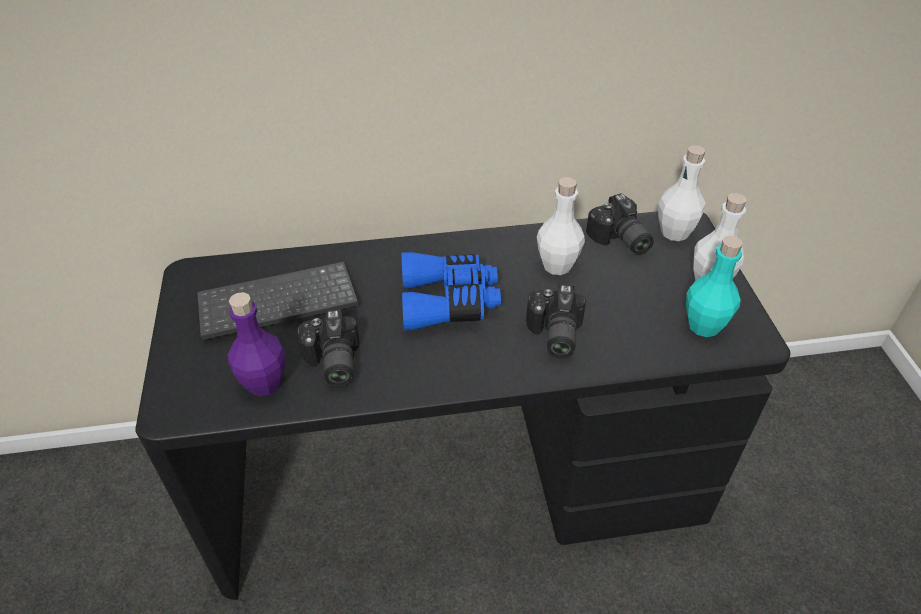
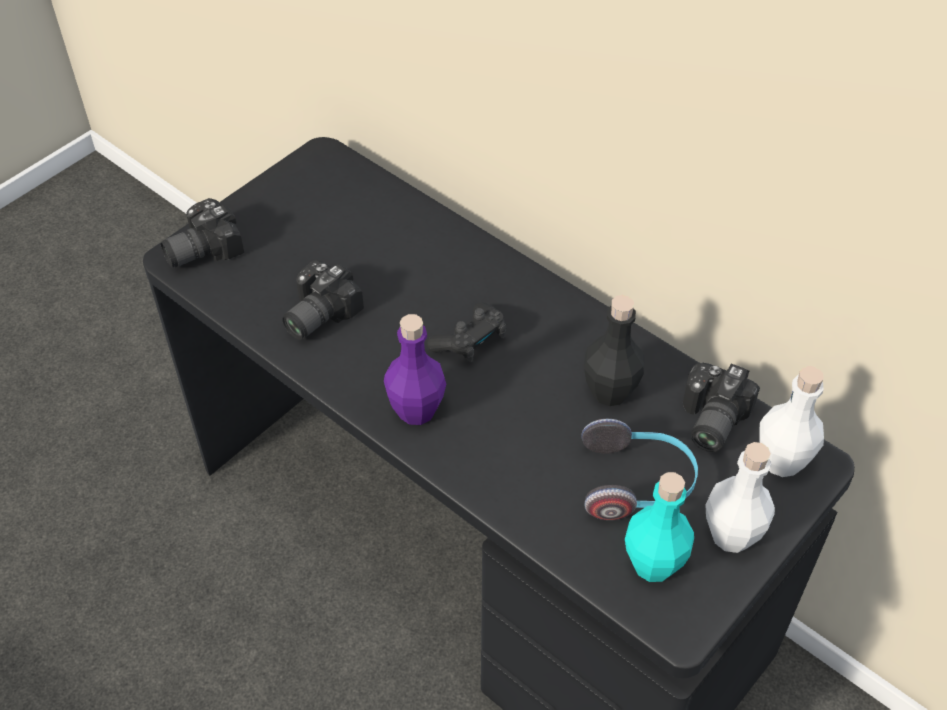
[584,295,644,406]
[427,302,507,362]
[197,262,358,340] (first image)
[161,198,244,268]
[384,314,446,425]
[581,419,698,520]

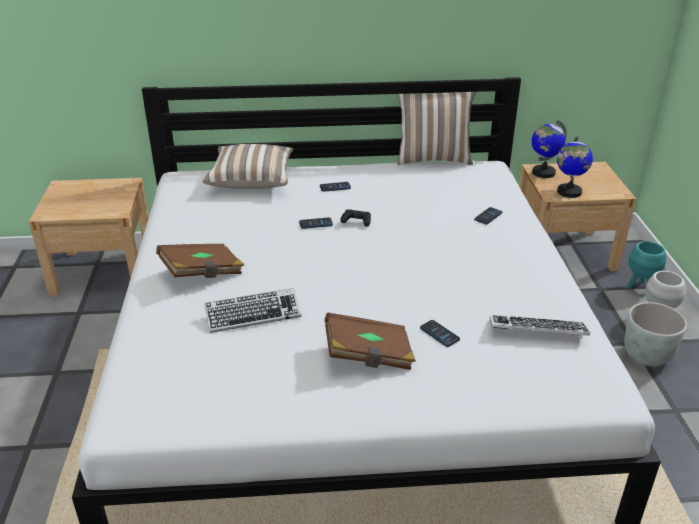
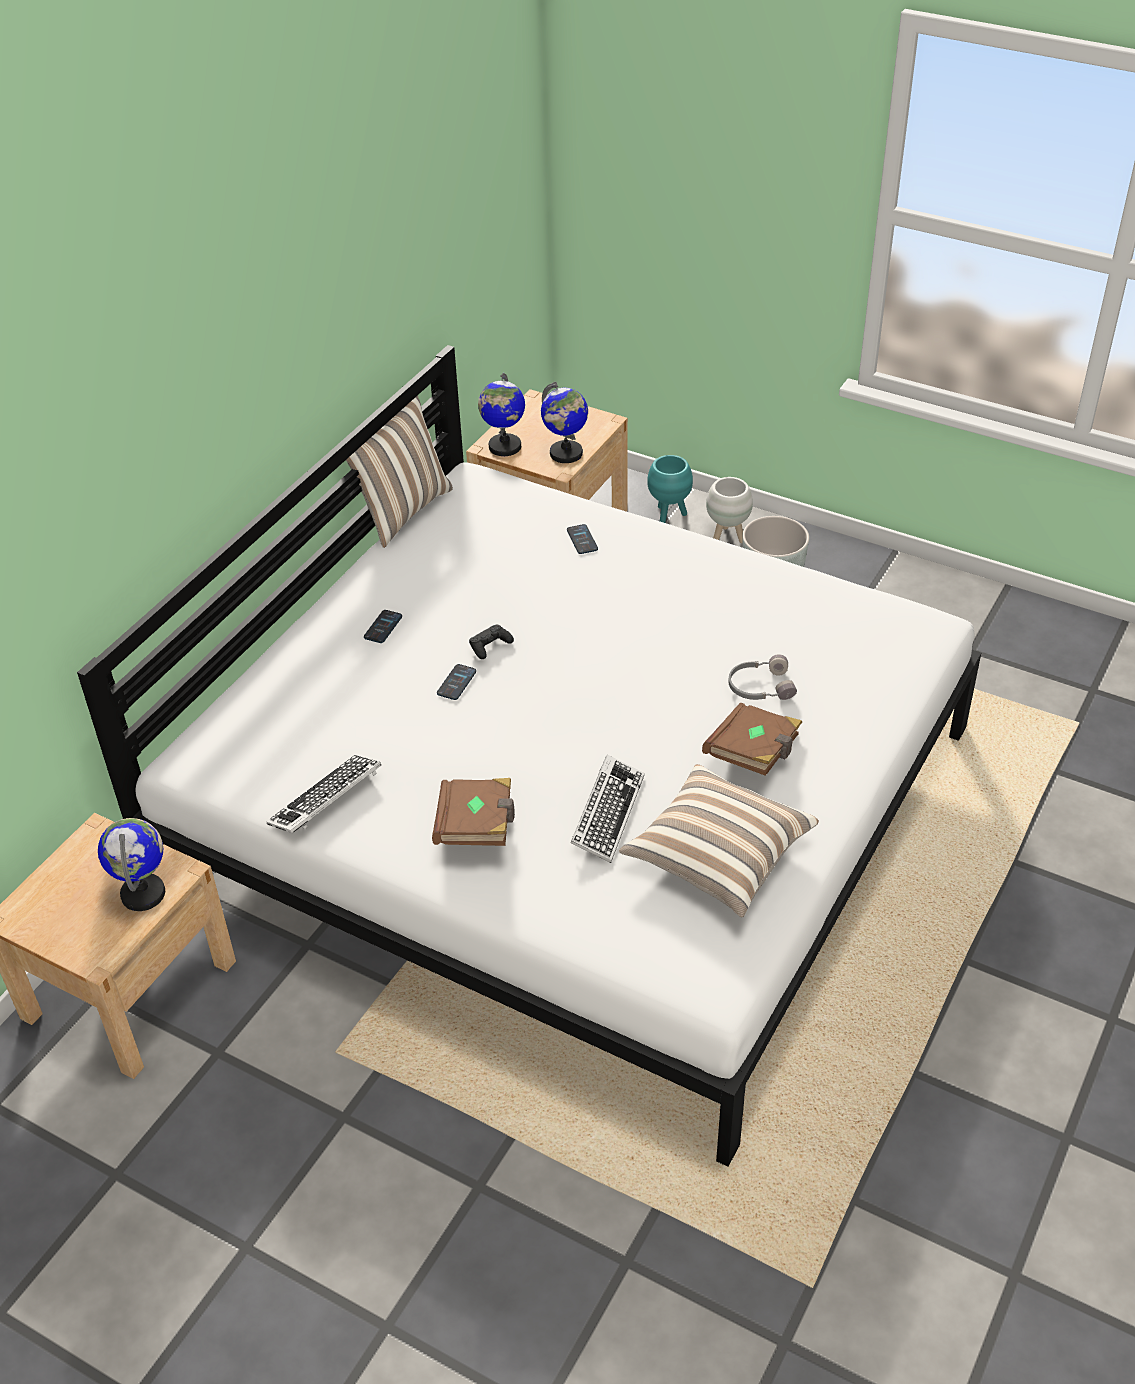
[619,764,819,917]
[266,755,381,833]
[728,654,797,700]
[98,818,165,911]

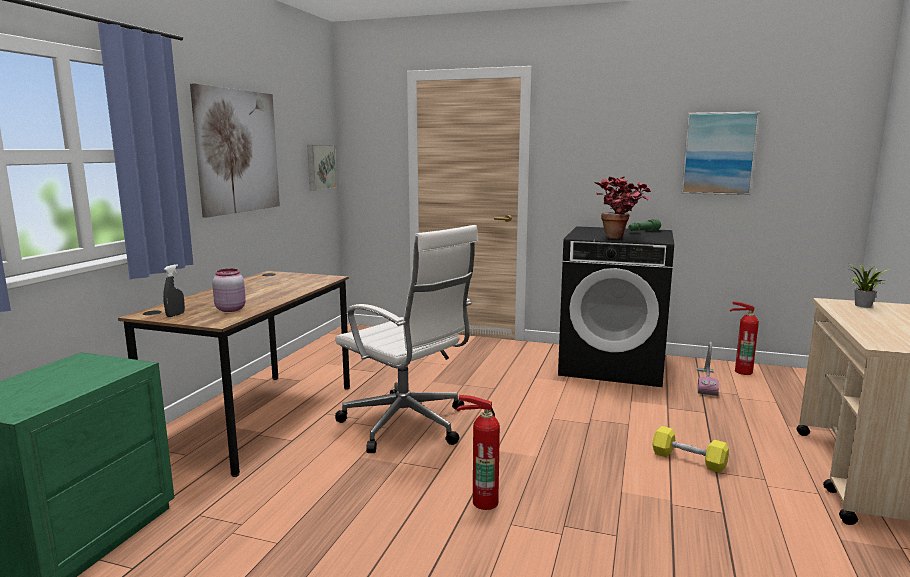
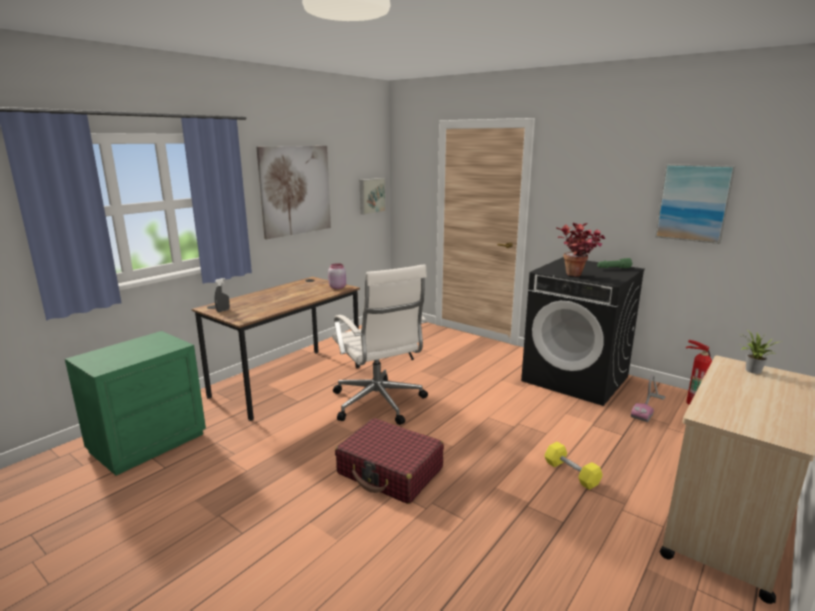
[328,263,346,289]
[335,418,444,504]

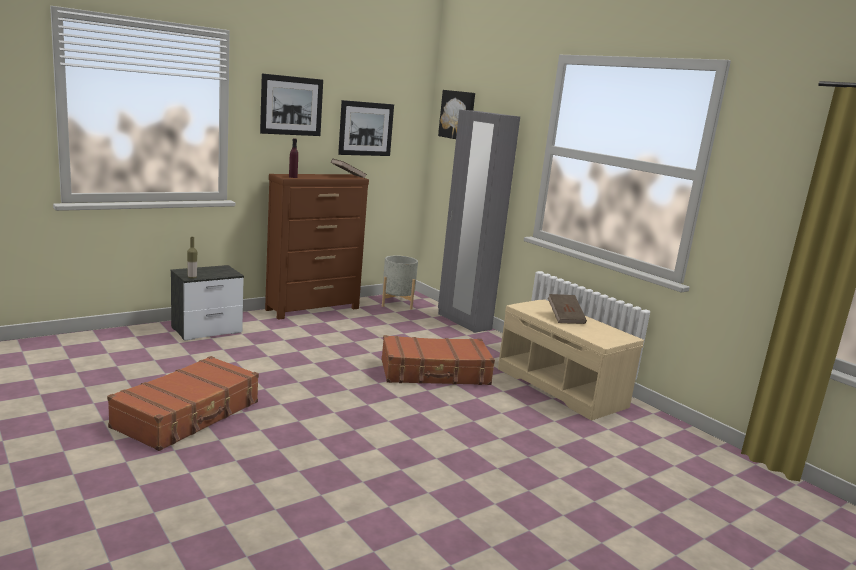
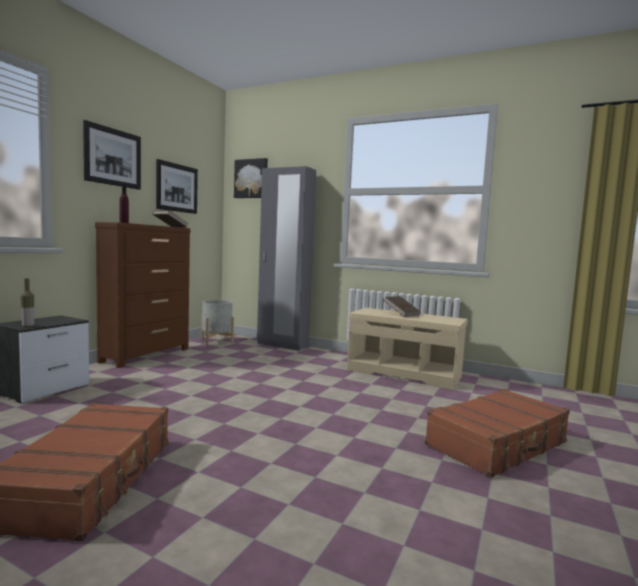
[425,389,570,478]

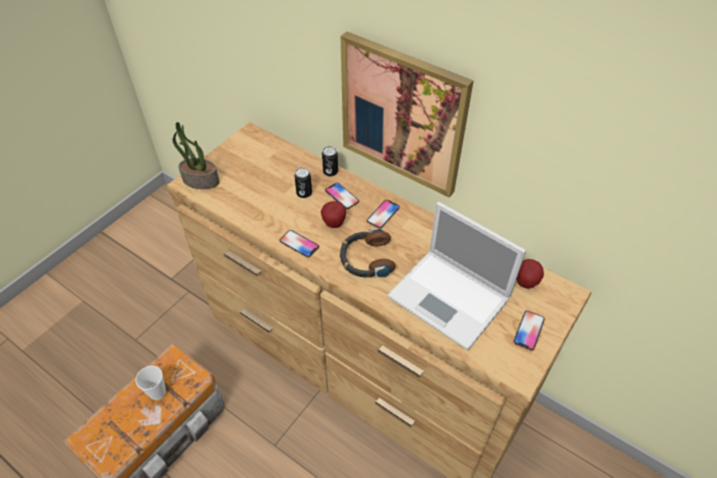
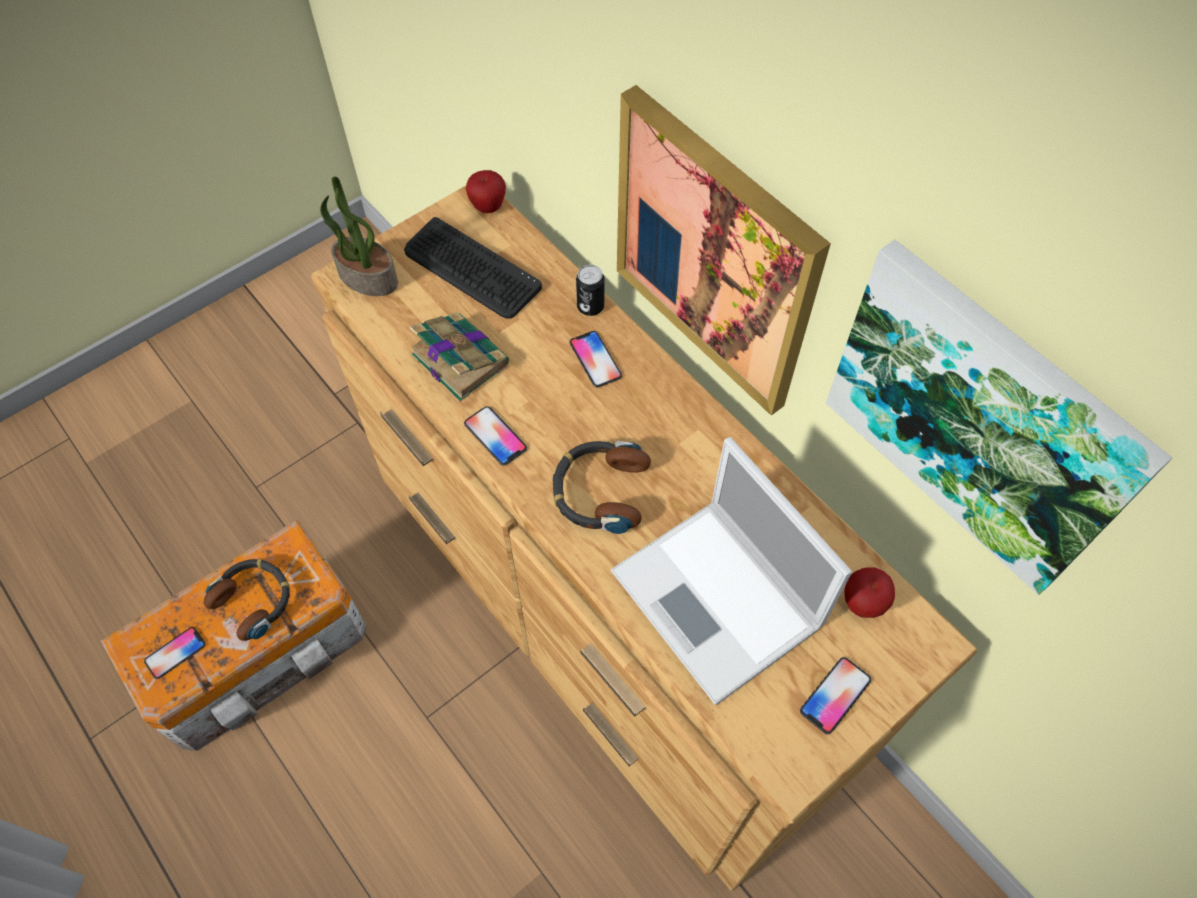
[294,168,312,198] (first image)
[144,627,206,679]
[466,170,506,213]
[204,559,290,641]
[404,217,542,319]
[826,240,1172,595]
[410,312,509,402]

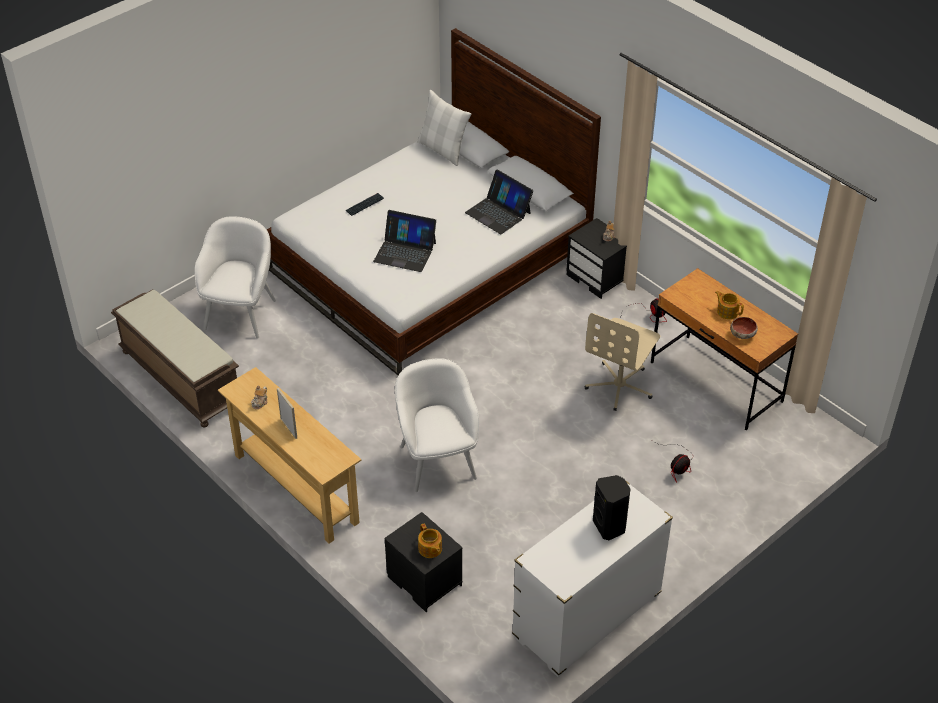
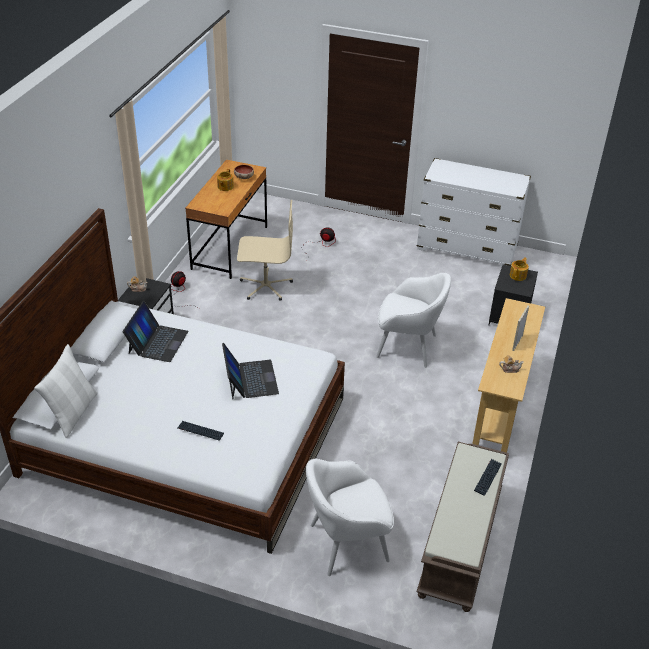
[376,273,451,368]
[593,475,630,540] (first image)
[474,459,502,496]

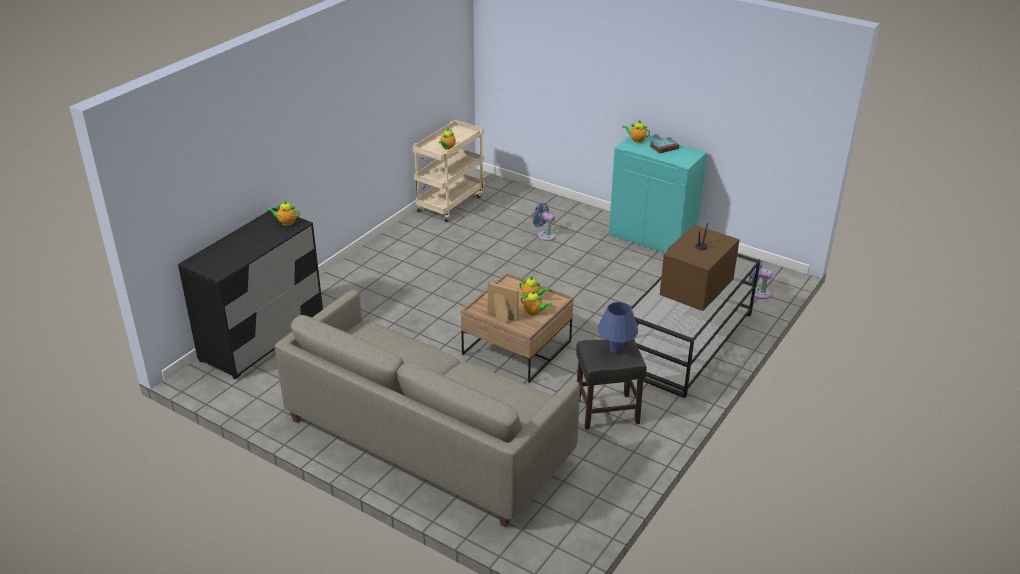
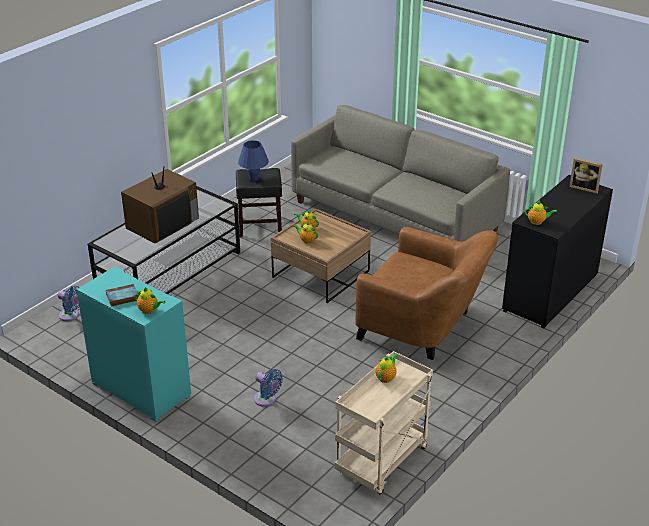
[569,158,603,194]
[356,227,498,360]

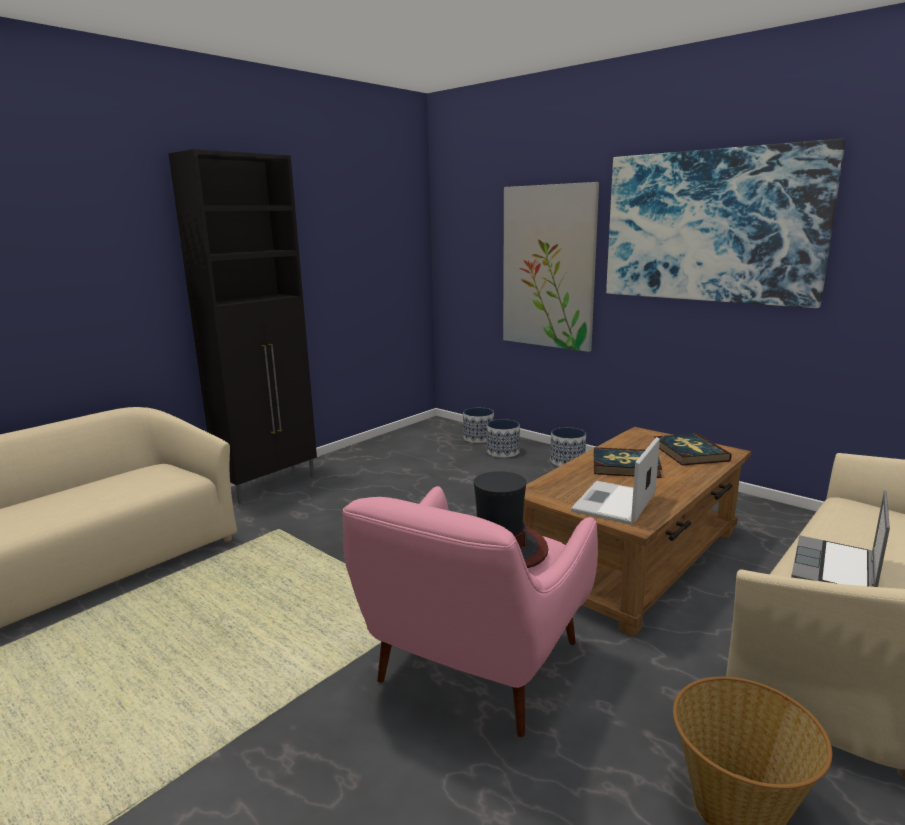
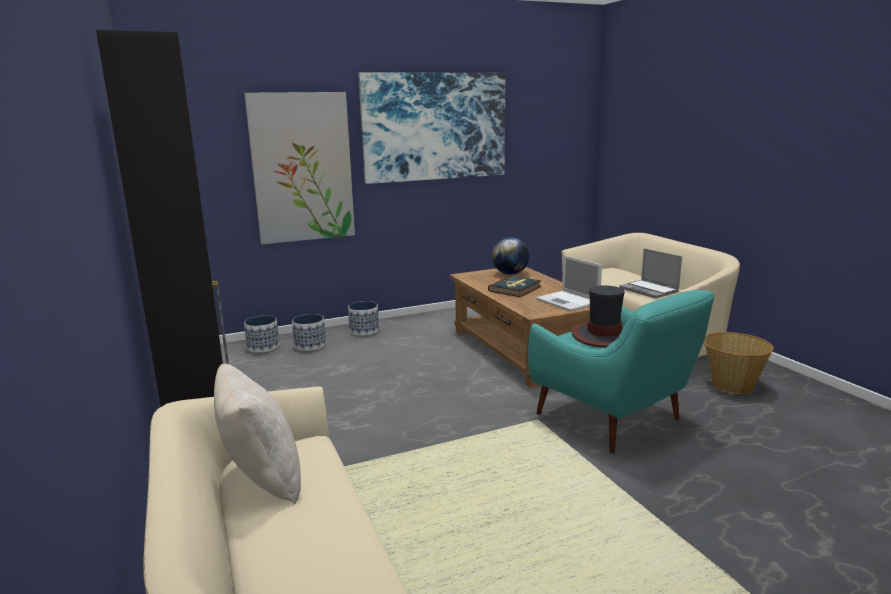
[492,238,529,275]
[528,290,714,453]
[214,364,301,504]

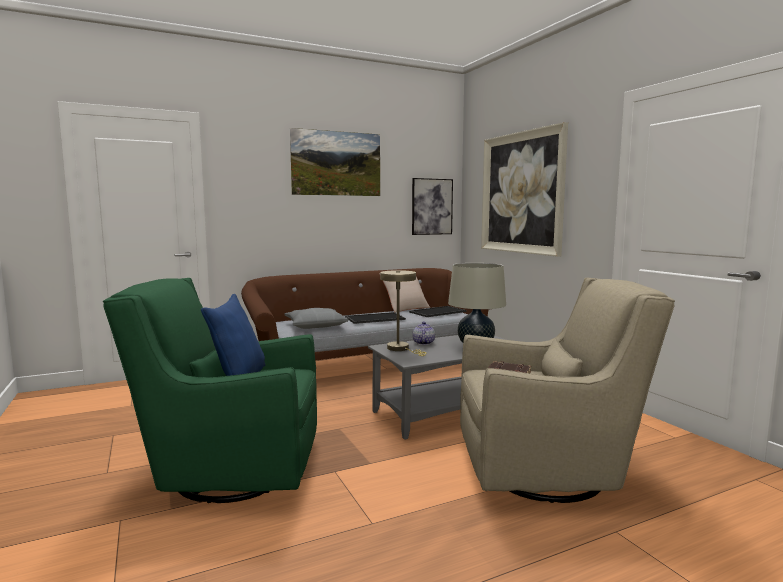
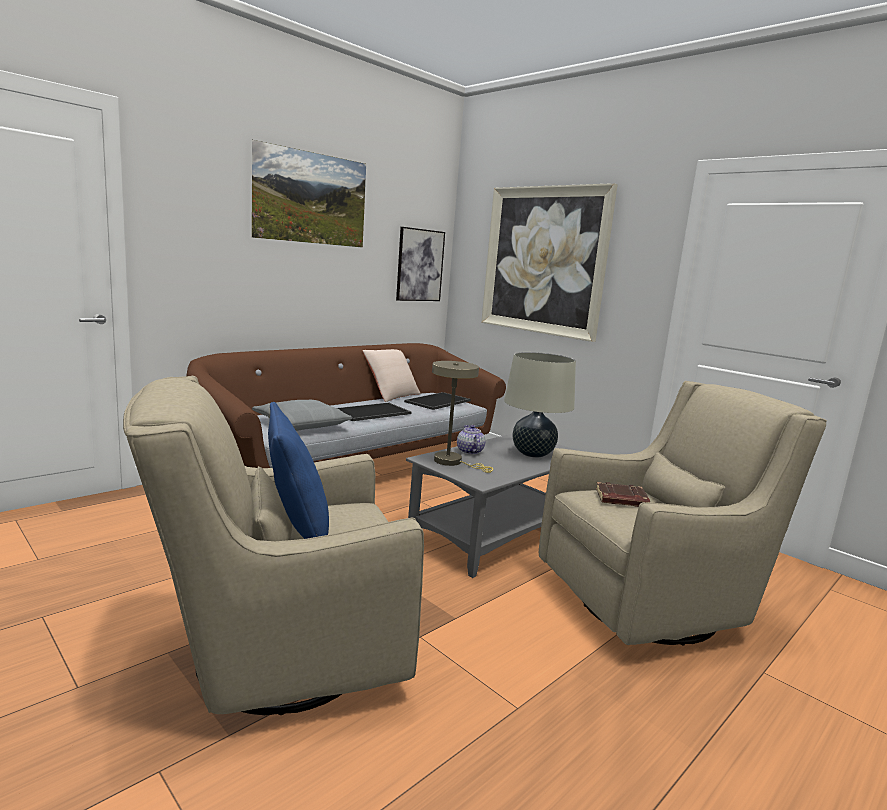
[123,376,424,715]

